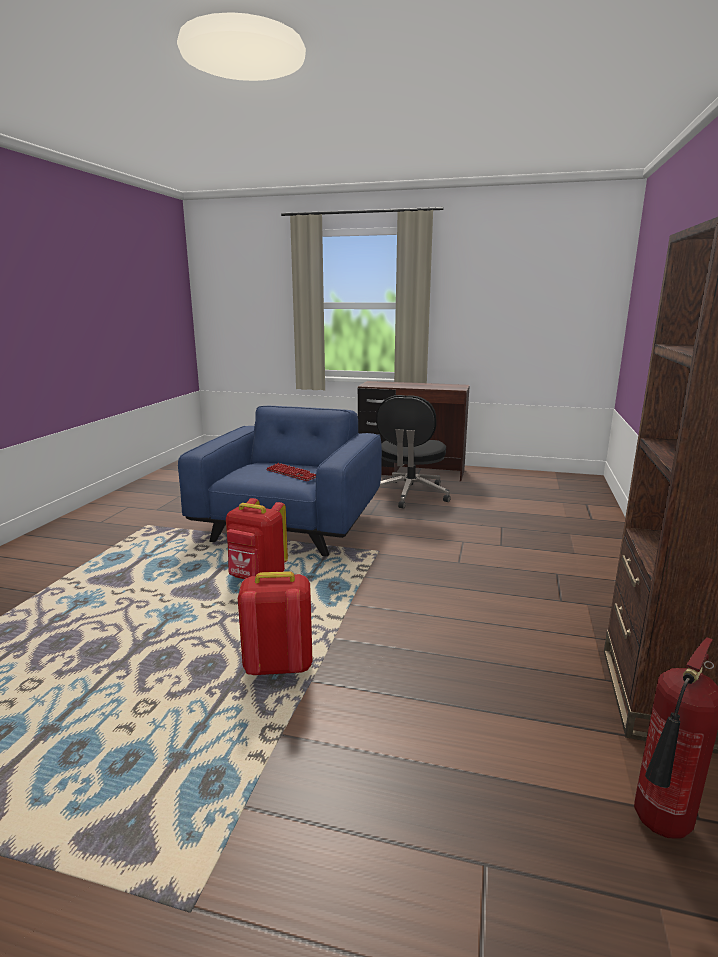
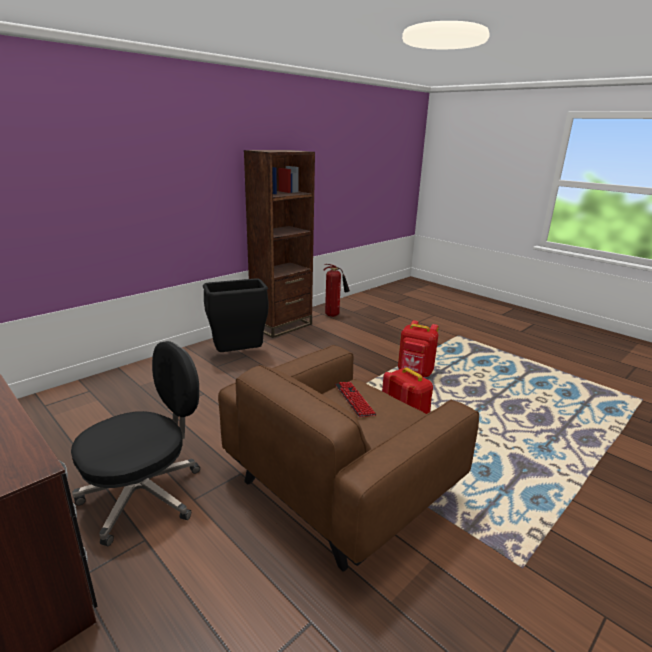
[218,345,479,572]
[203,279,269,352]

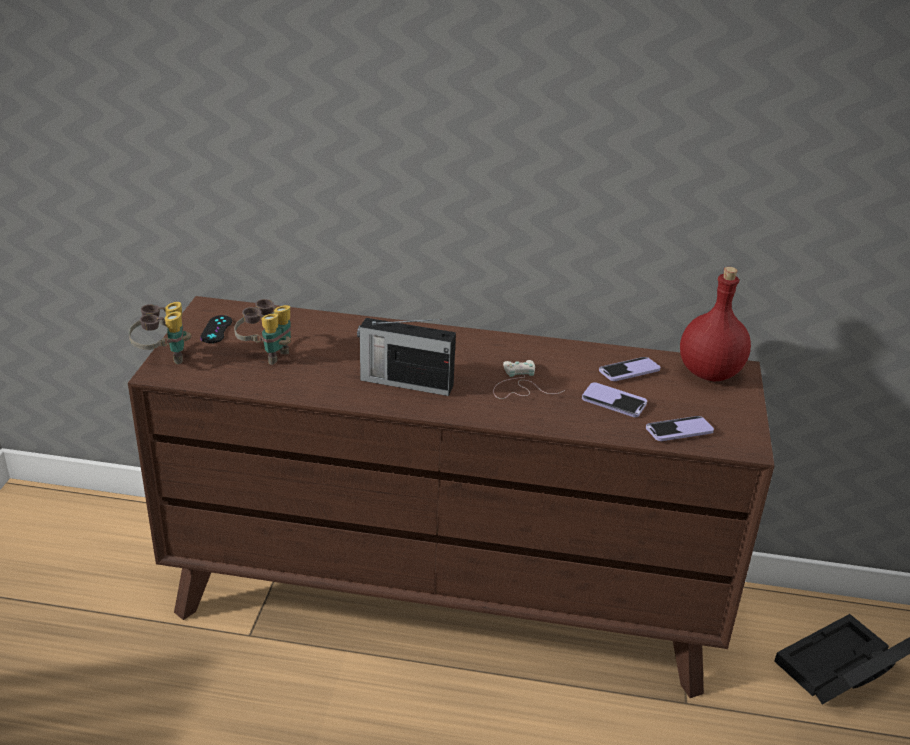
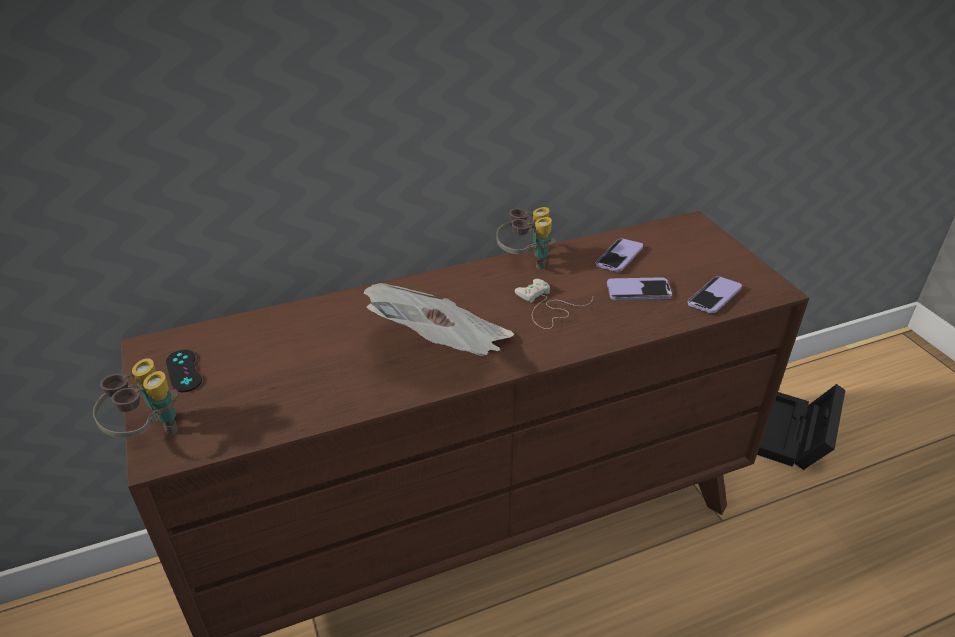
[680,267,751,381] (first image)
[496,207,556,270]
[364,283,514,356]

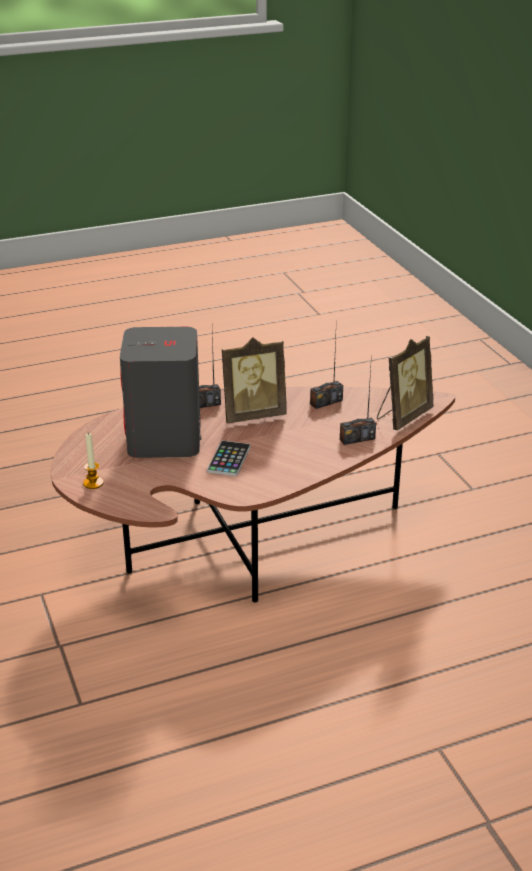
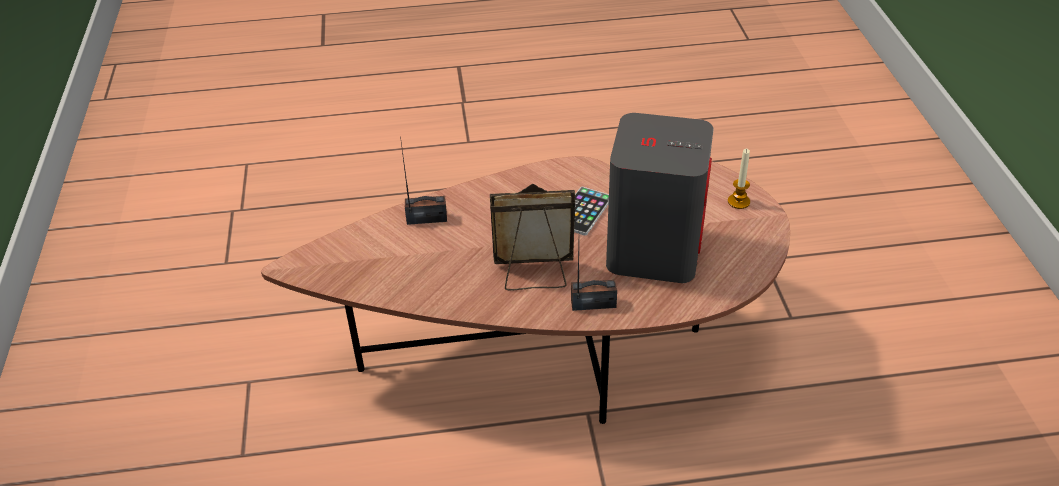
[377,336,433,430] (first image)
[310,338,343,409] (first image)

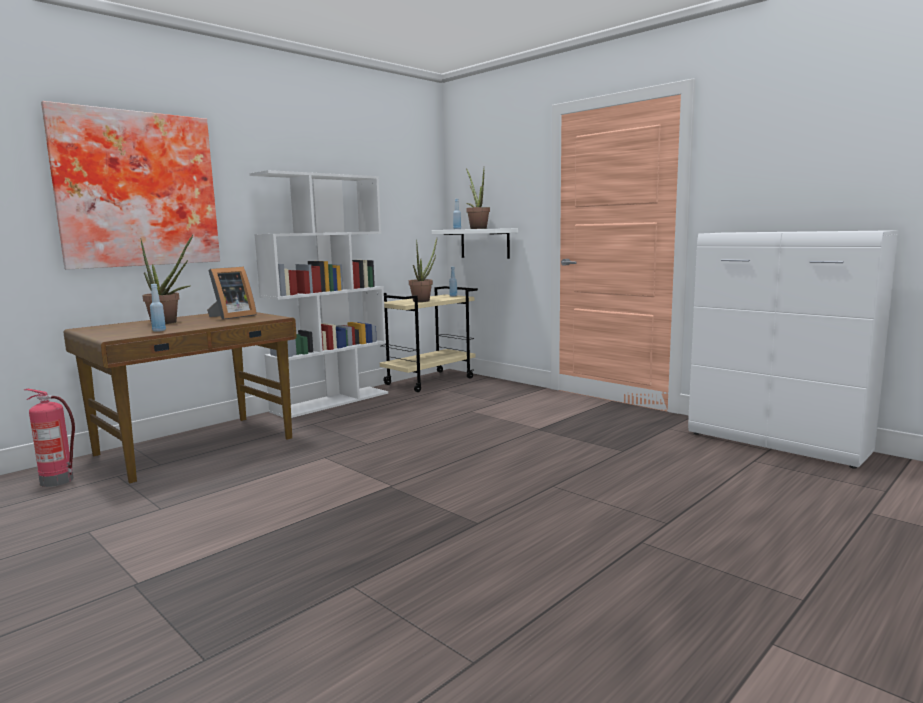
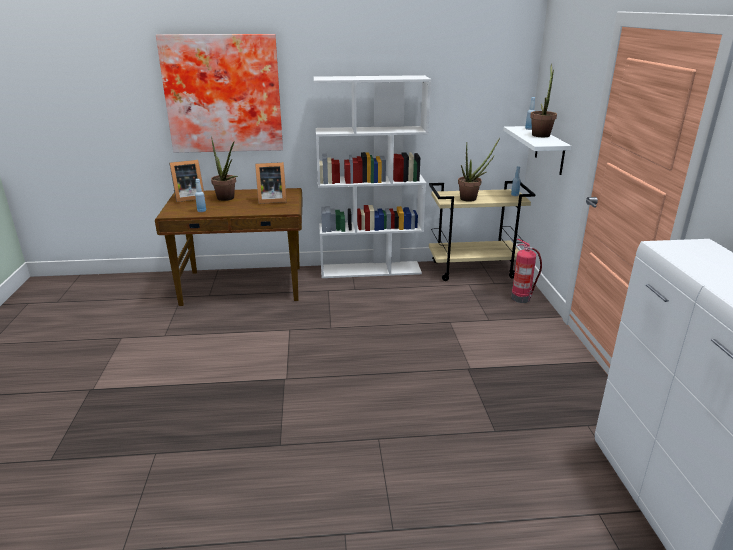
[511,239,542,303]
[169,160,205,202]

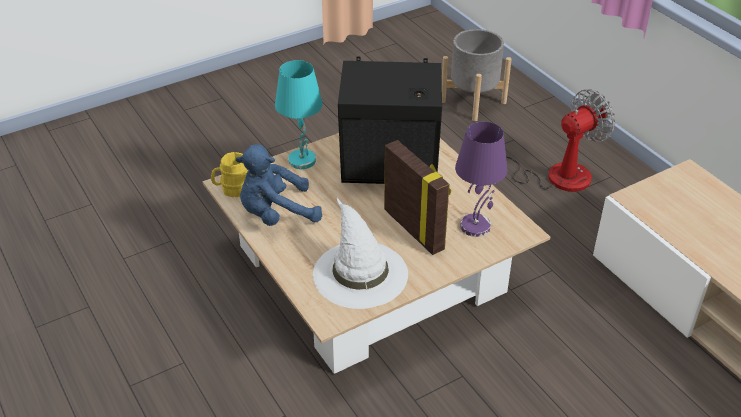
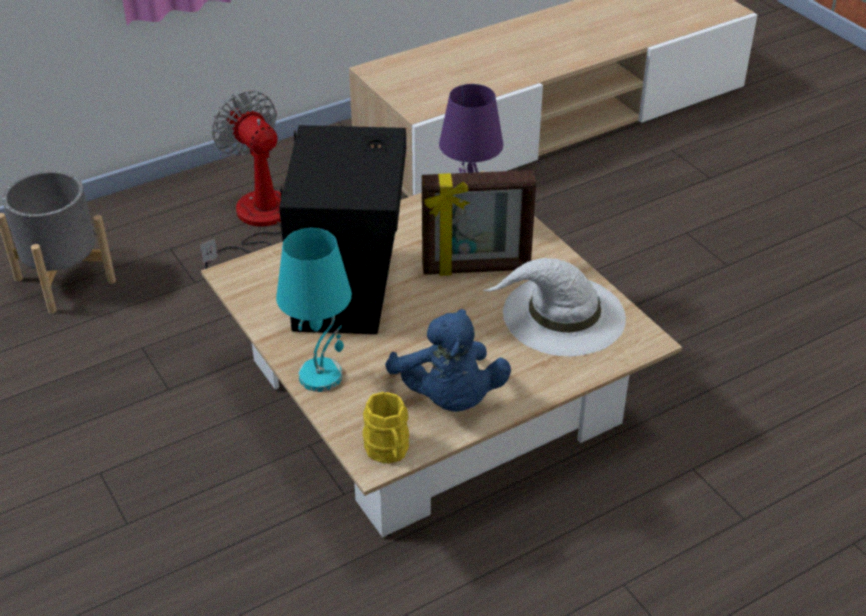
[422,170,536,276]

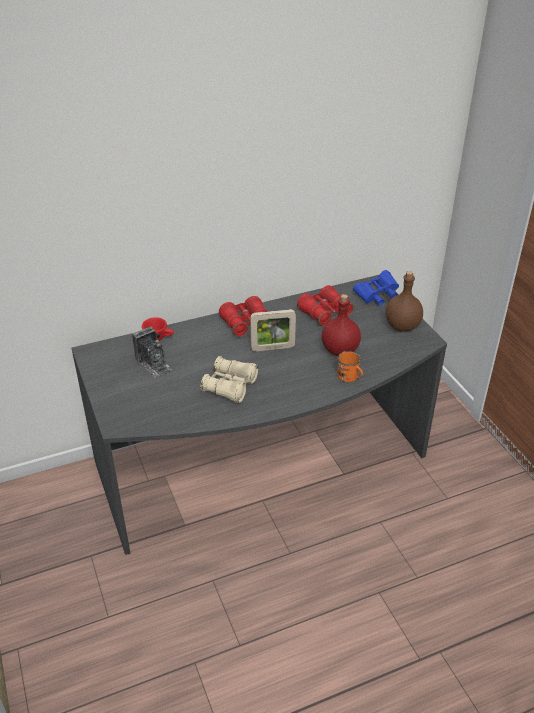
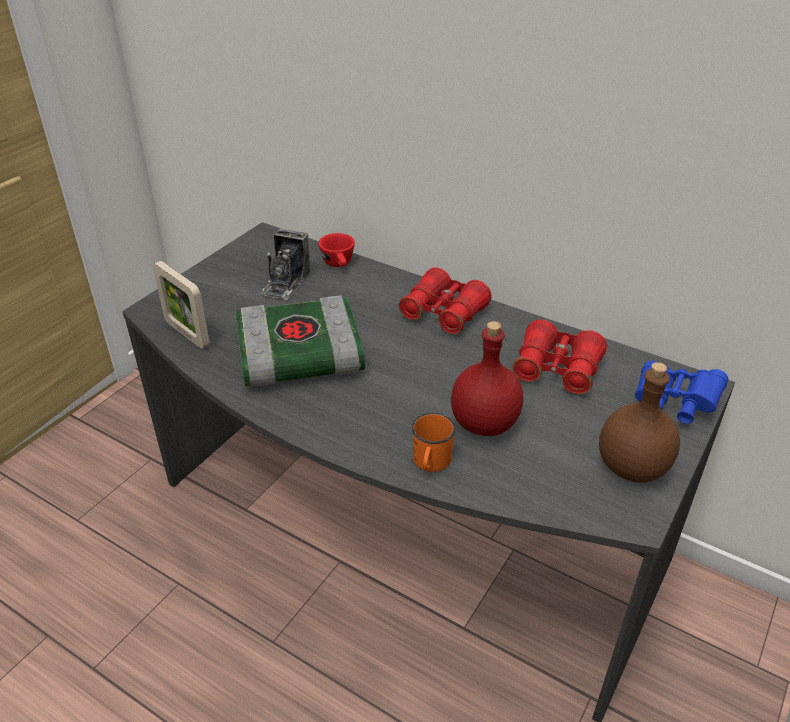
[153,261,210,349]
[236,295,365,387]

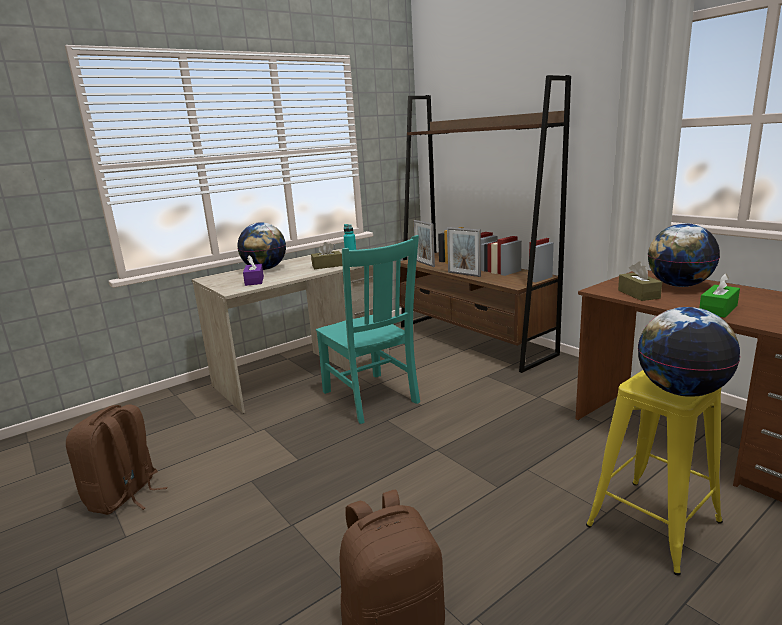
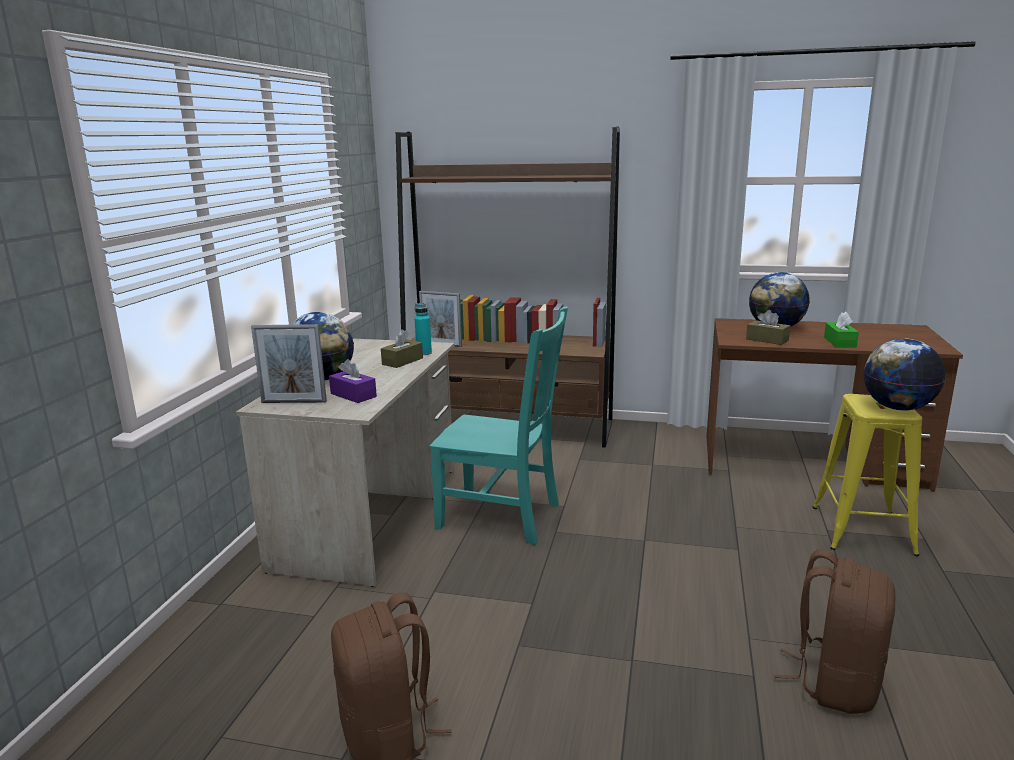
[251,324,327,403]

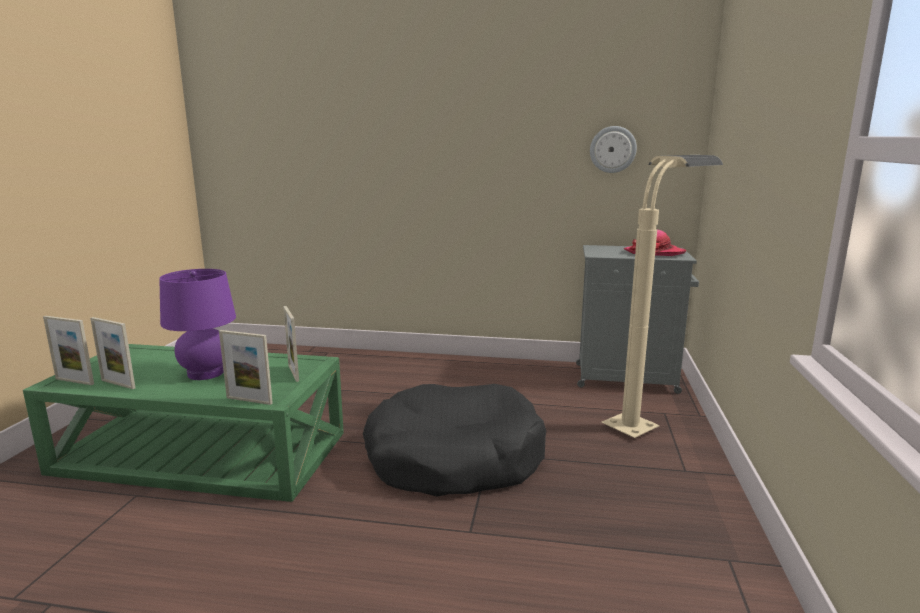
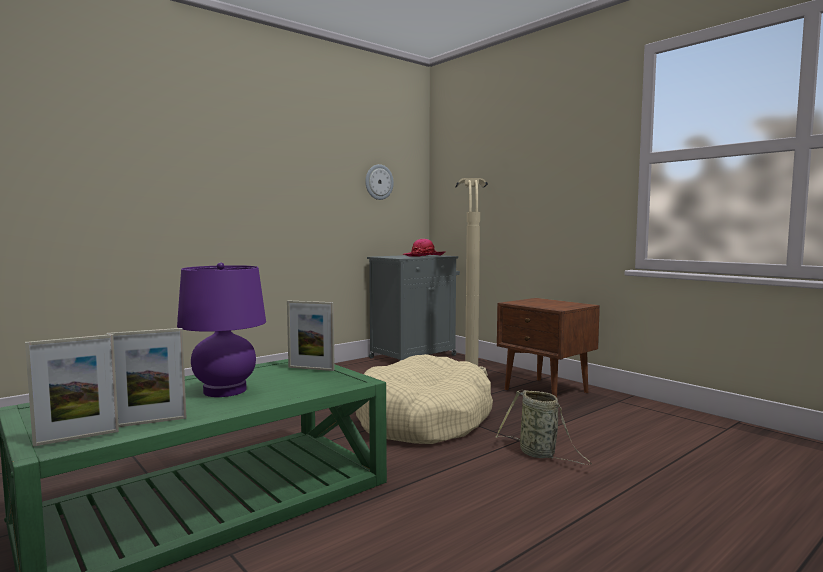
[219,330,273,405] (first image)
[356,354,493,444]
[497,298,600,397]
[496,390,592,465]

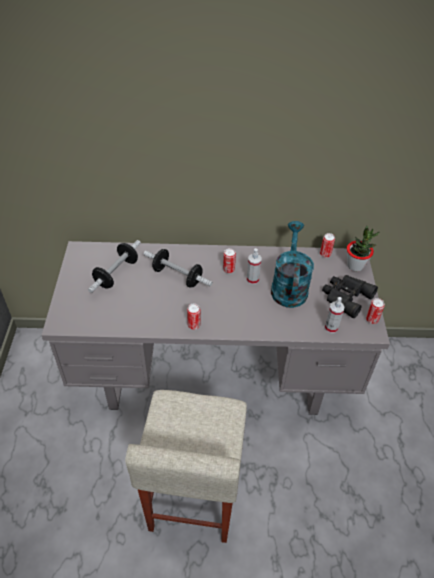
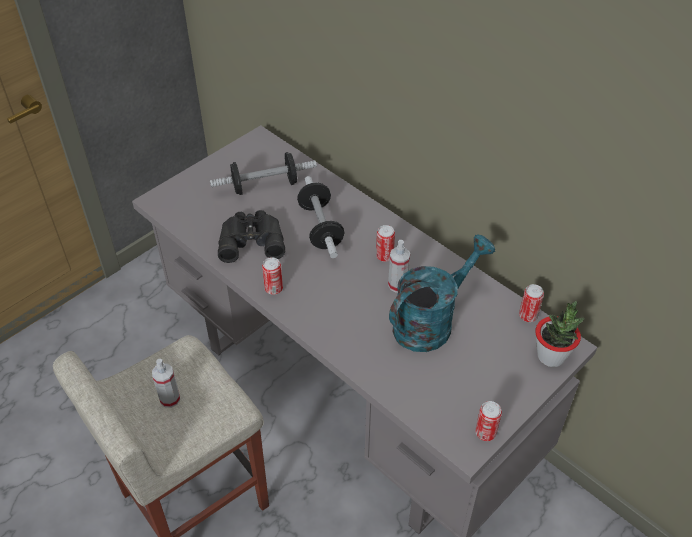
[218,210,285,263]
[152,359,180,408]

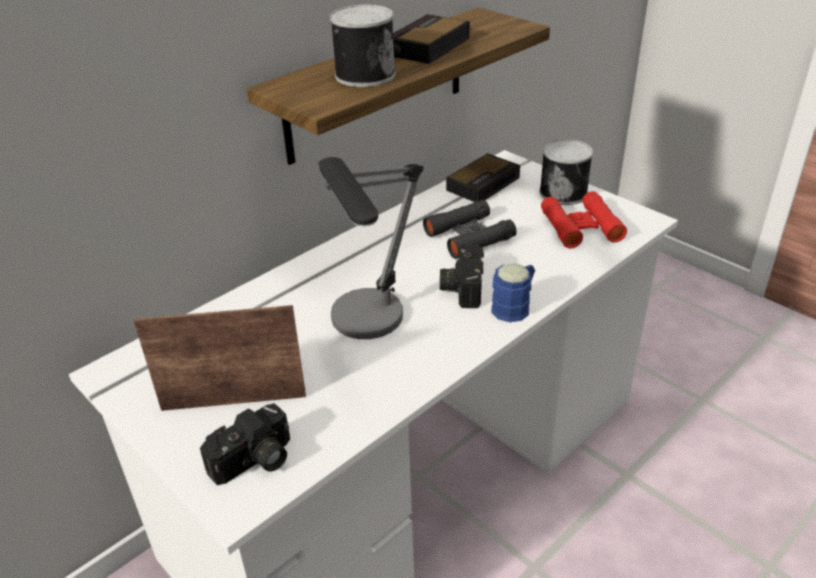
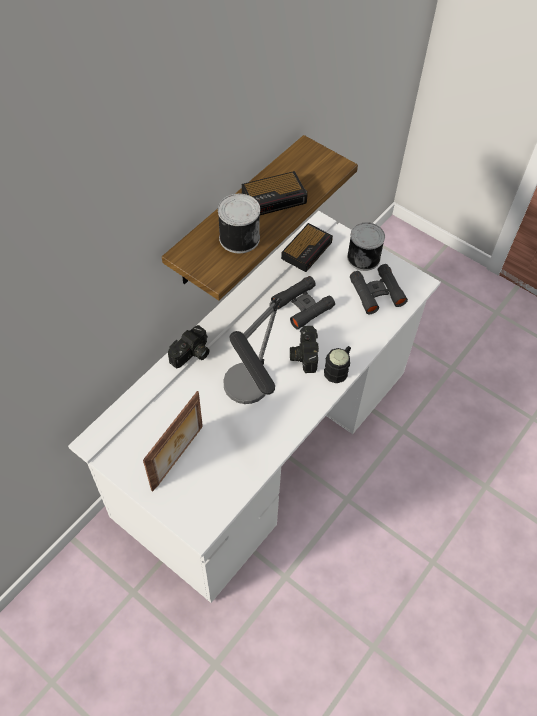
[242,171,308,215]
[350,264,408,314]
[324,346,351,383]
[143,391,203,492]
[168,325,210,369]

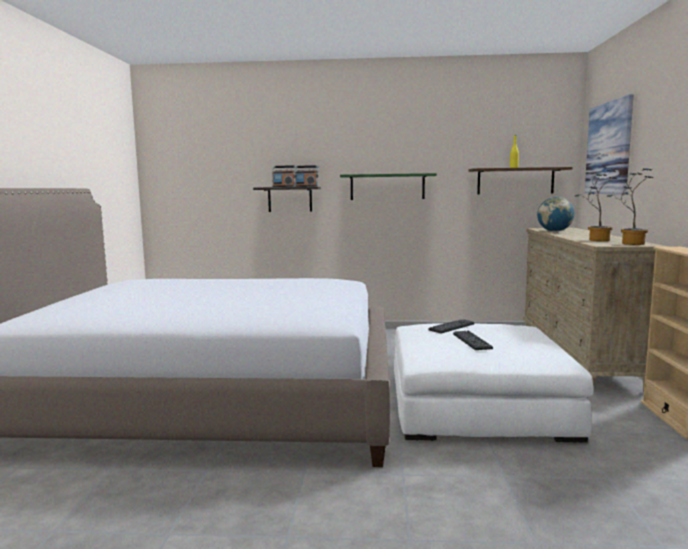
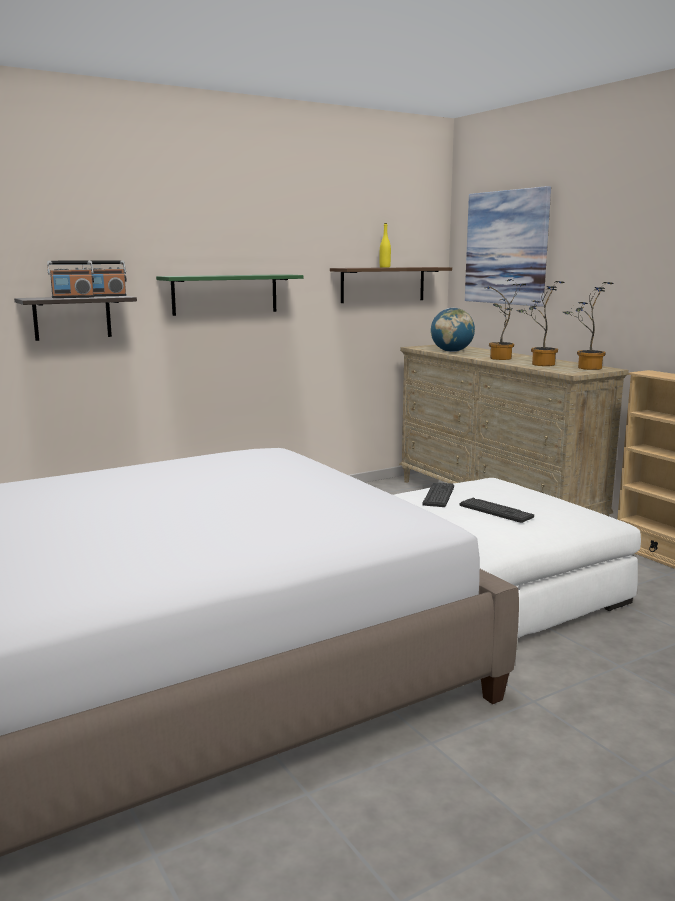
[484,279,526,360]

